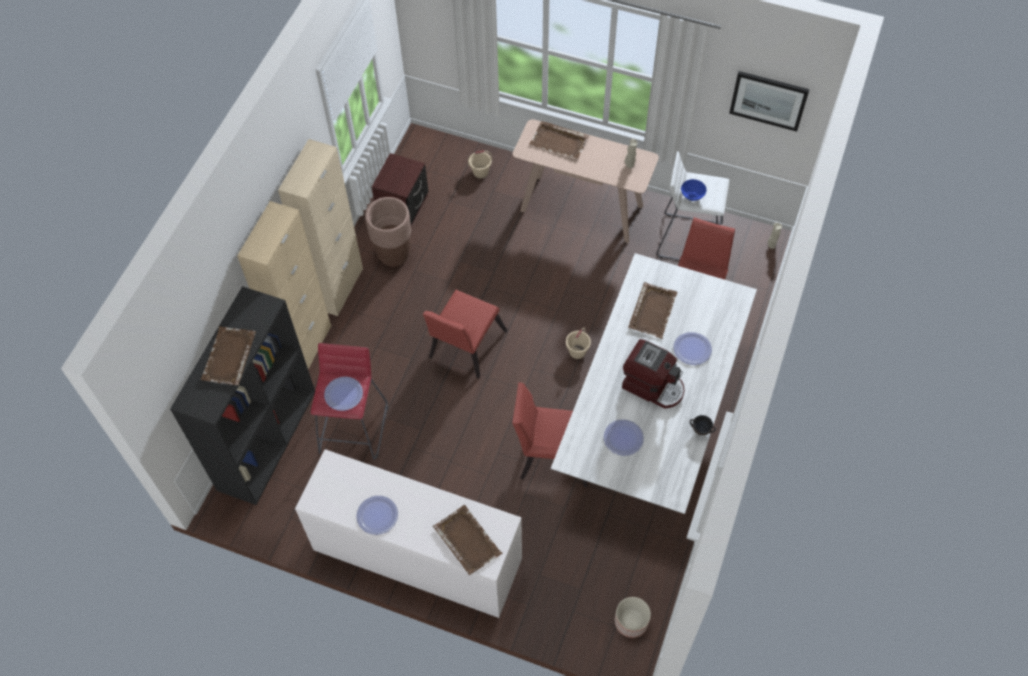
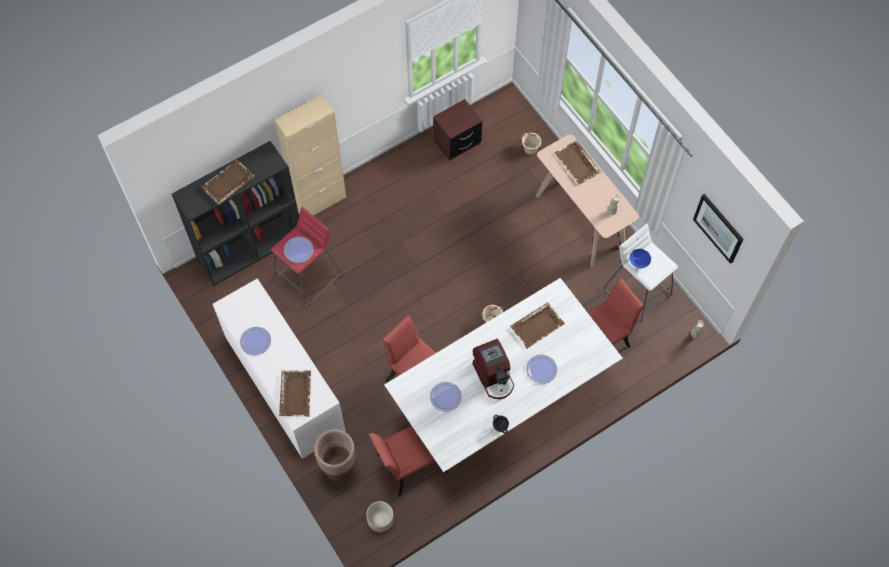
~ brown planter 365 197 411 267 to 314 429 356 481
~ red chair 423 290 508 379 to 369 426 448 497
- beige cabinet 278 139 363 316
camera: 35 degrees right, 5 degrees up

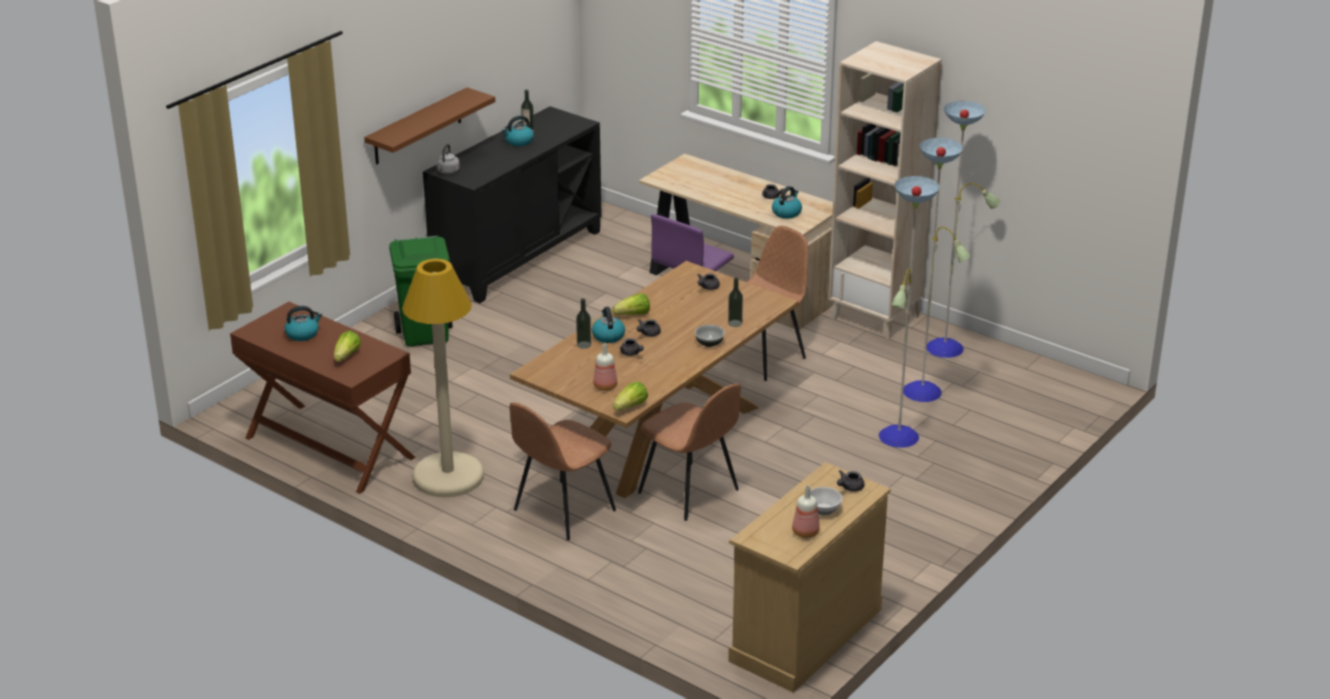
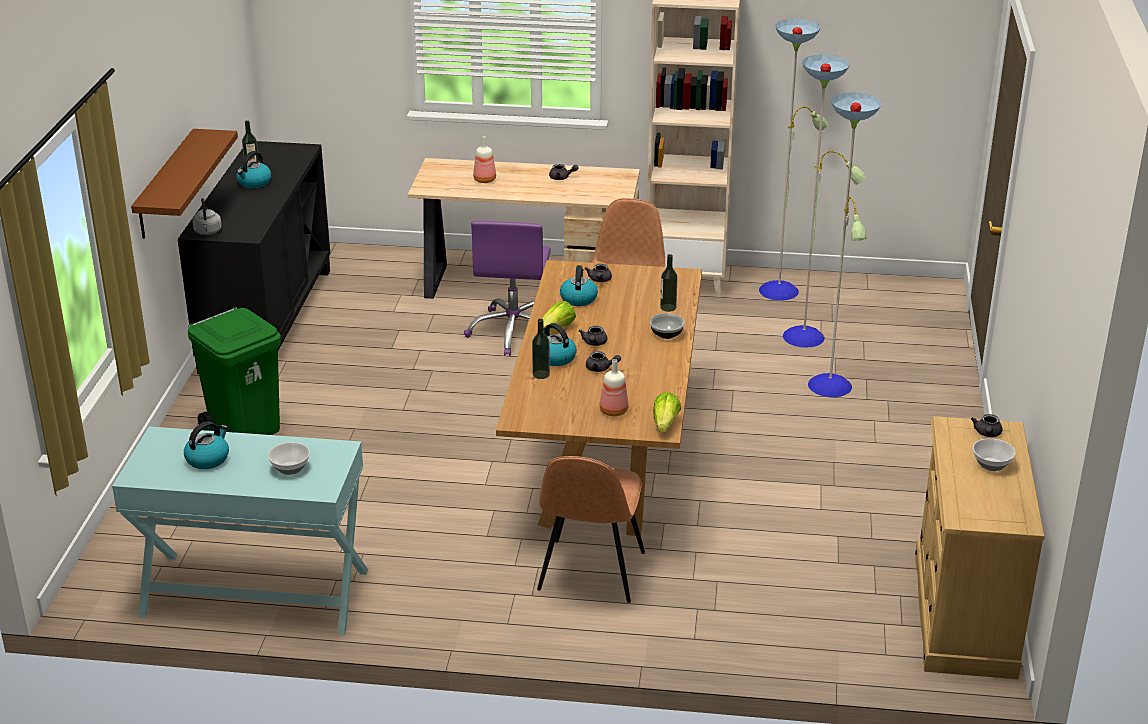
~ brown console table 230 302 416 494 to turquoise console table 112 426 368 635
~ lettuce 334 331 361 362 to bowl 268 442 310 475
~ bottle 792 485 820 538 to 473 136 496 183
~ kettle 772 186 802 219 to 560 265 598 306
- beige floor lamp 402 259 484 497
- brown chair 638 383 741 521
camera: 30 degrees left, 0 degrees up

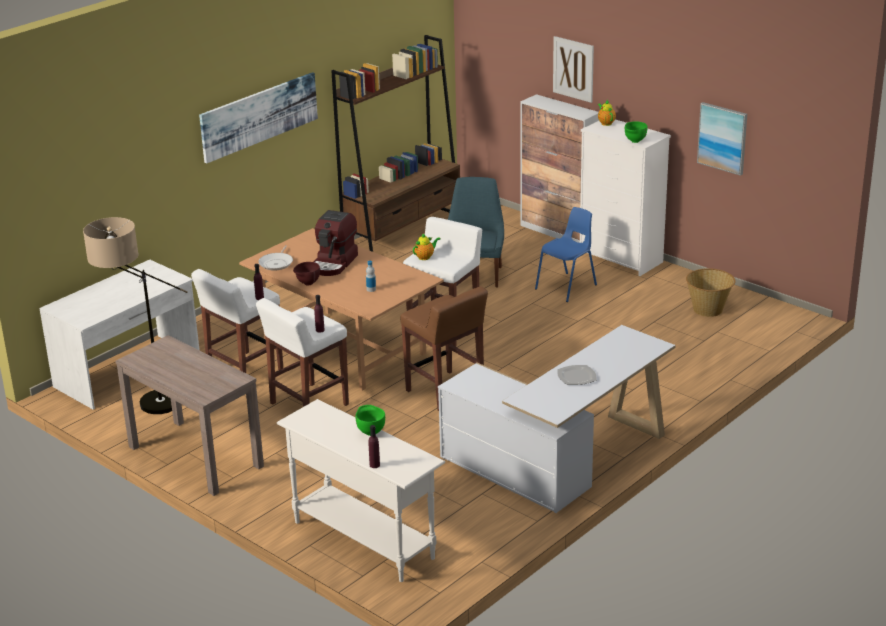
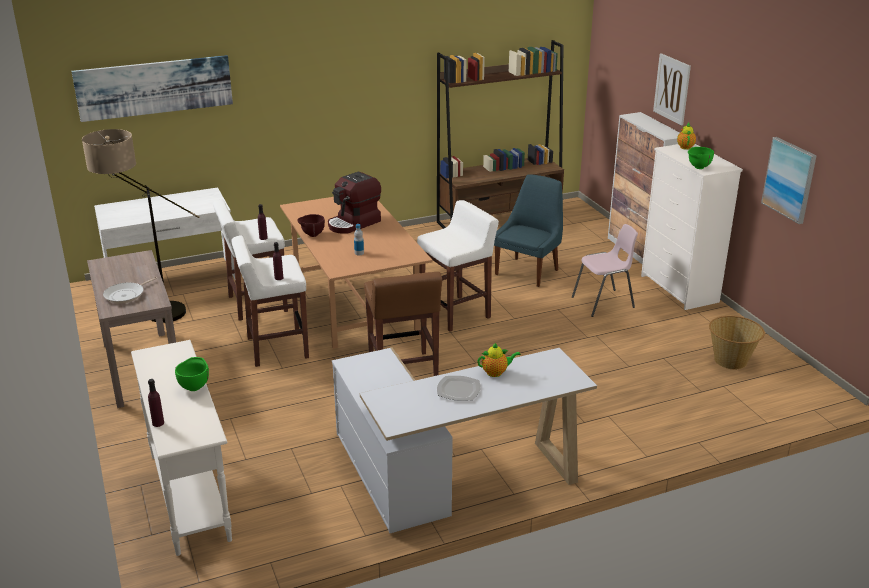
~ picture 199 72 318 163 to 71 55 233 122
~ frying pan 258 245 293 271 to 103 277 157 303
~ teapot 413 233 441 260 to 477 342 521 377
~ blue chair 535 207 597 302 to pink chair 572 224 638 317
camera: 25 degrees right, 0 degrees up

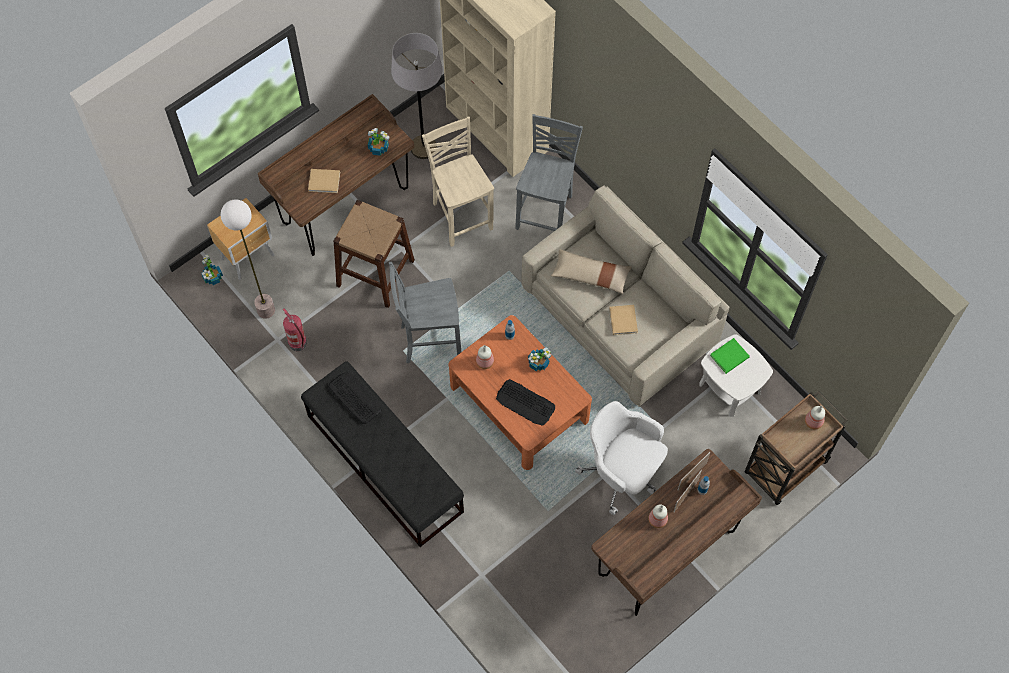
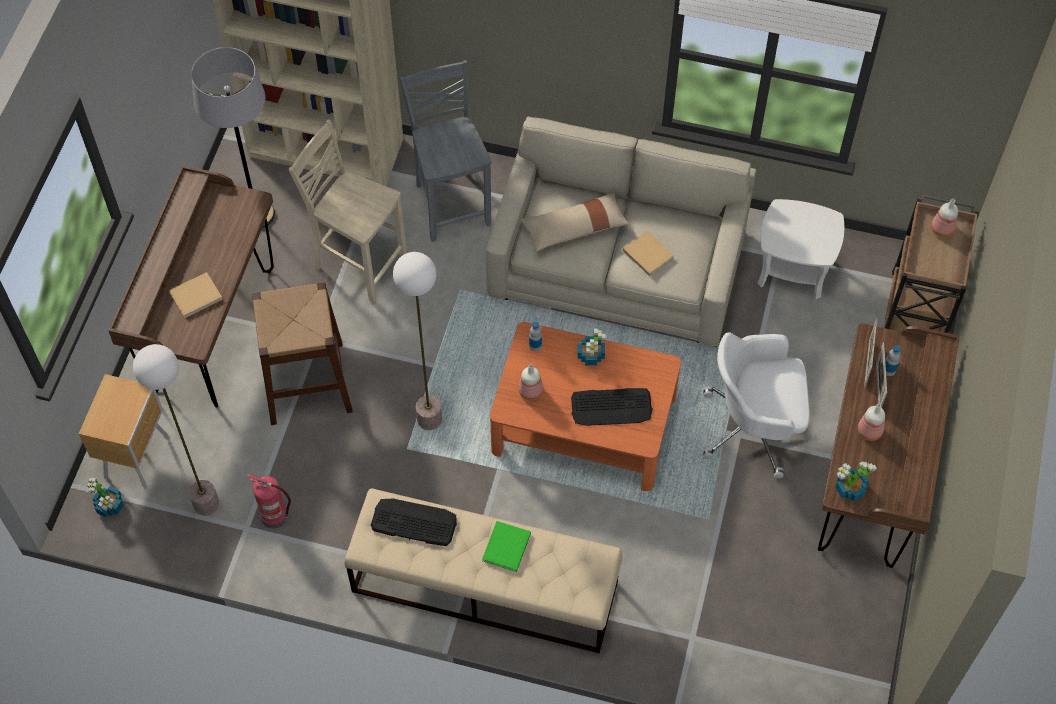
~ black bench 301 361 464 547 to beige bench 344 488 623 654
~ grey chair 389 262 461 363 to floor lamp 393 252 442 430
~ green book 710 338 750 374 to 482 521 531 572
~ potted plant 368 128 389 156 to 835 461 877 501
camera: 35 degrees left, 5 degrees down

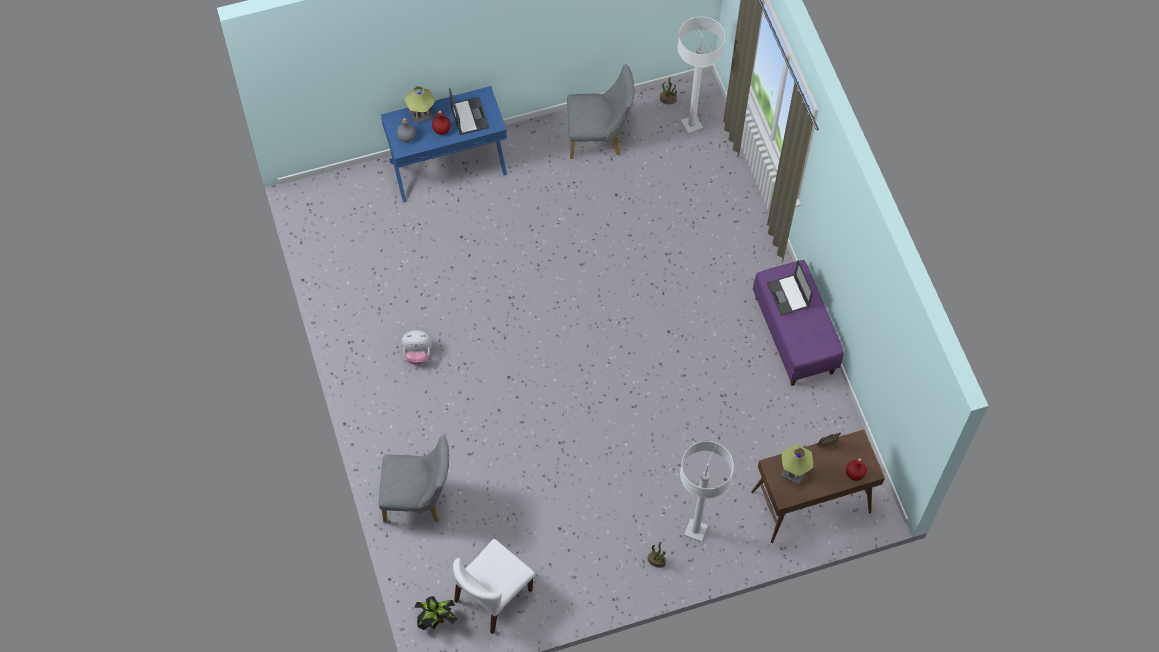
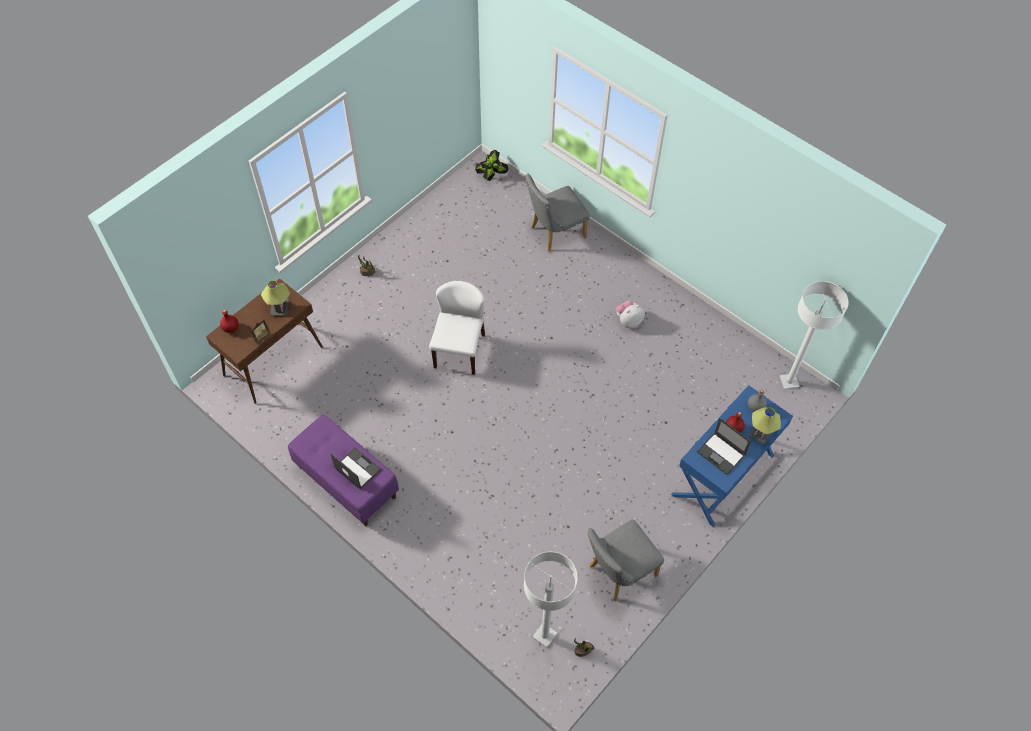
~ white chair 453 539 535 634 to 429 281 485 375
~ white floor lamp 680 441 734 542 to 780 281 849 389
camera: 150 degrees right, 5 degrees down

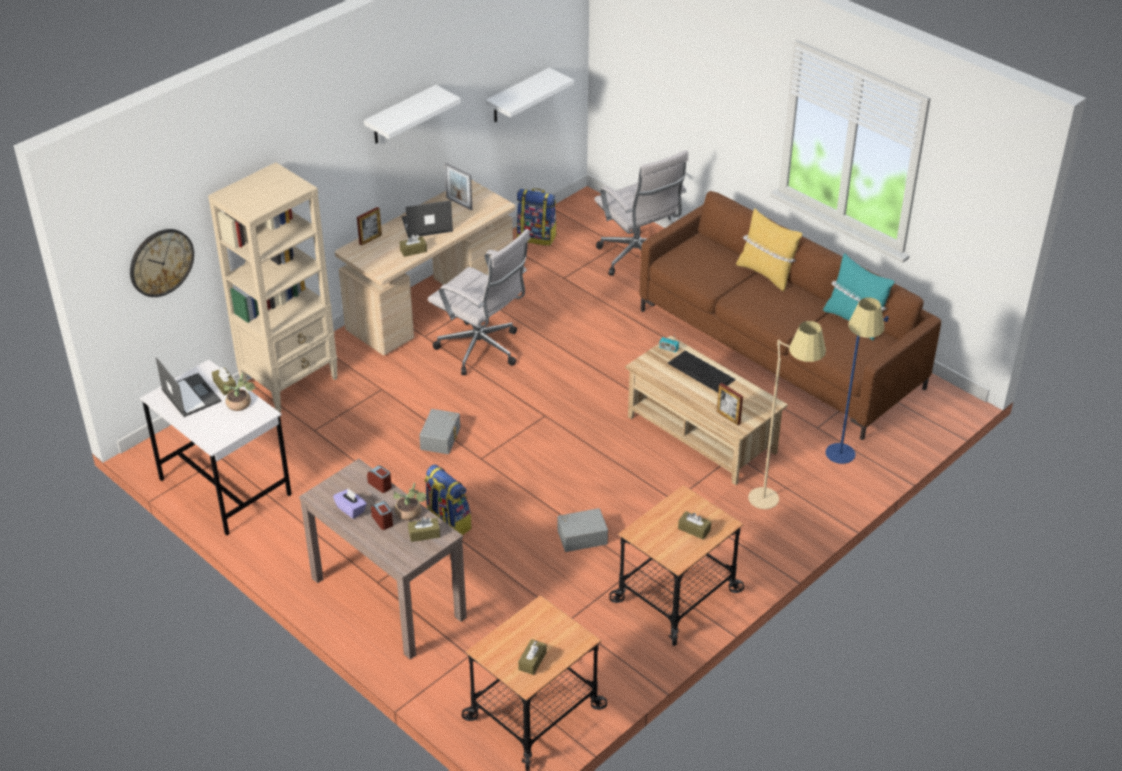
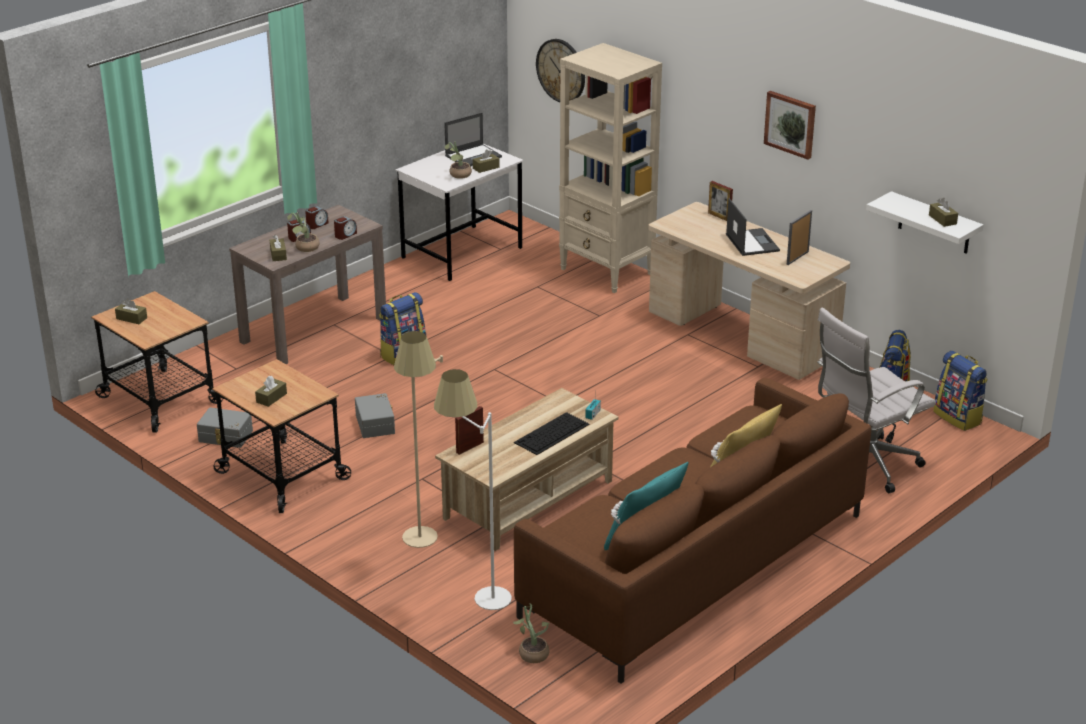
~ grey storage box 419 409 460 454 to 197 407 253 448
~ purple tissue box 333 488 367 519 to alarm clock 305 206 328 229
~ blue floor lamp 825 297 888 464 to white floor lamp 434 369 512 610
+ potted plant 513 603 550 663
~ white shelf 364 85 461 144 to picture 764 91 816 160
~ brown tissue box 400 234 427 257 to 929 198 958 227
+ backpack 933 351 988 431
- white office chair 428 229 530 375
camera: 90 degrees right, 10 degrees down

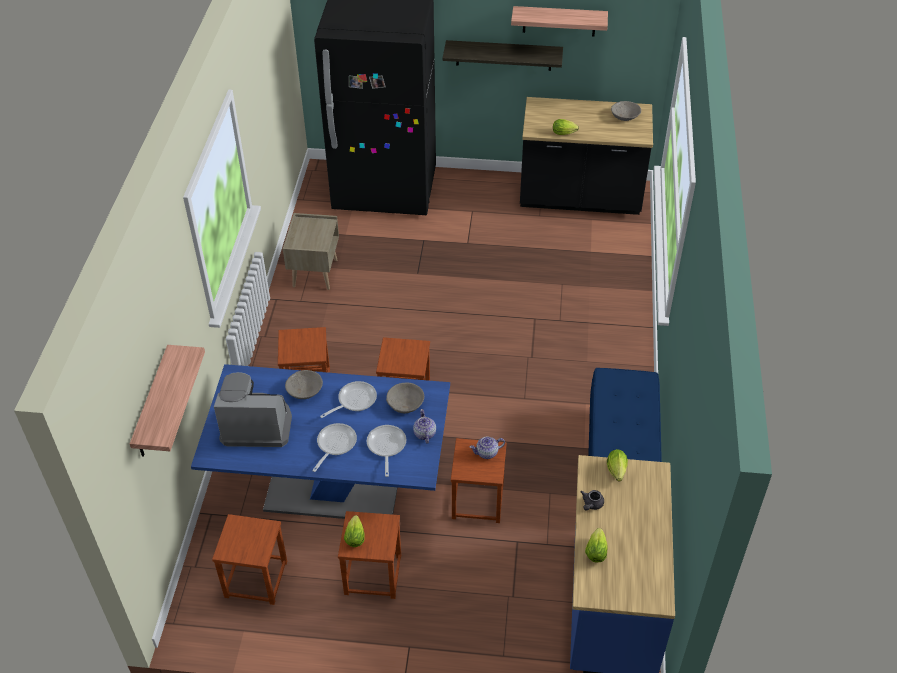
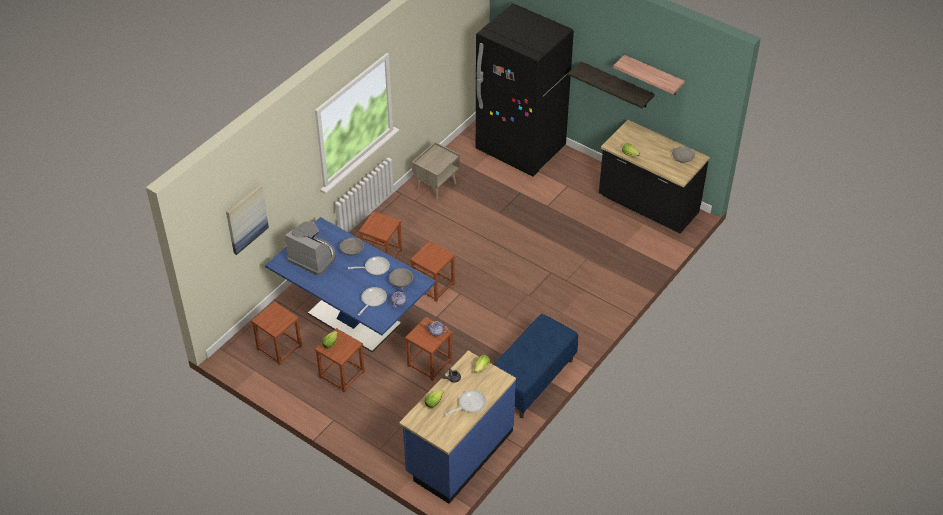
~ shelf 130 345 205 457 to picture 226 184 269 255
~ frying pan 312 423 357 472 to 445 390 486 416
camera: 30 degrees right, 0 degrees up

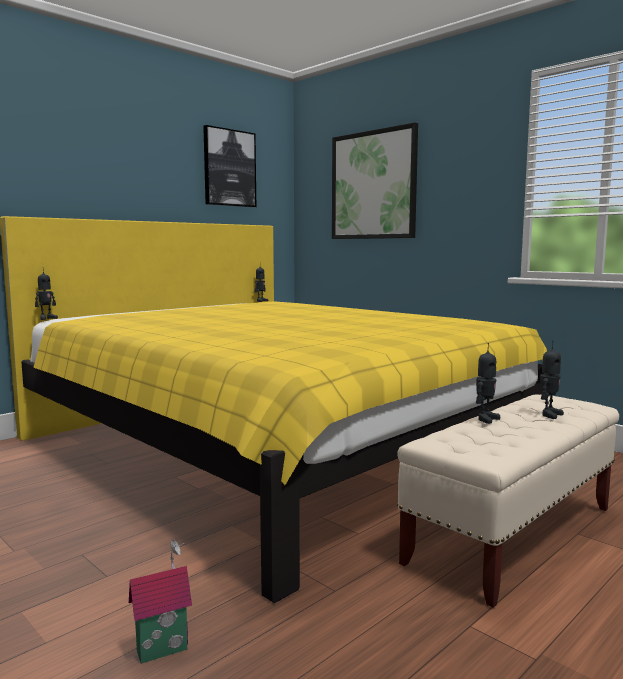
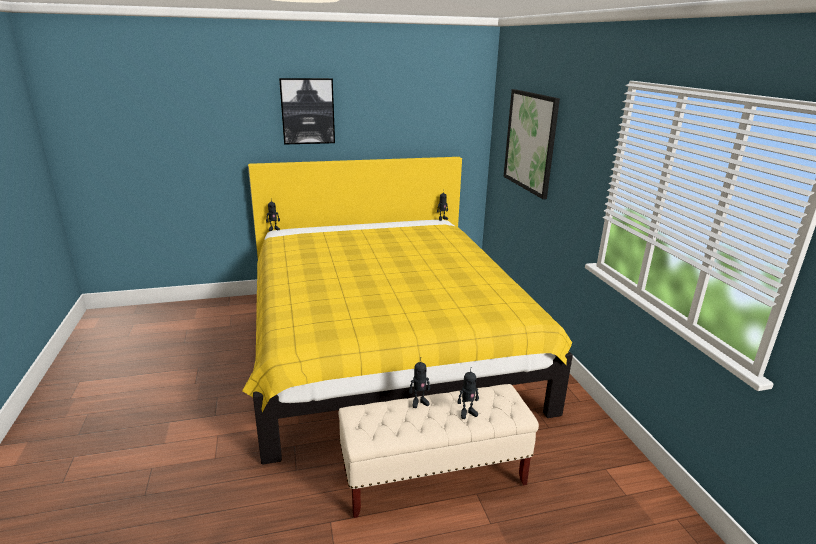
~ picture 203 125 256 207 to 279 78 335 145
- toy house 129 539 192 664
camera: 30 degrees right, 15 degrees up

